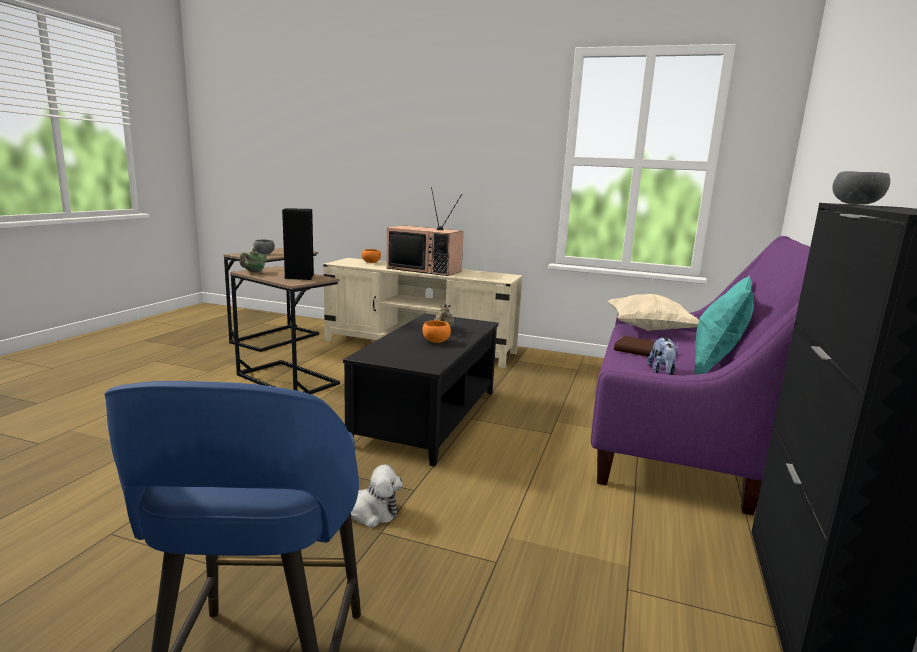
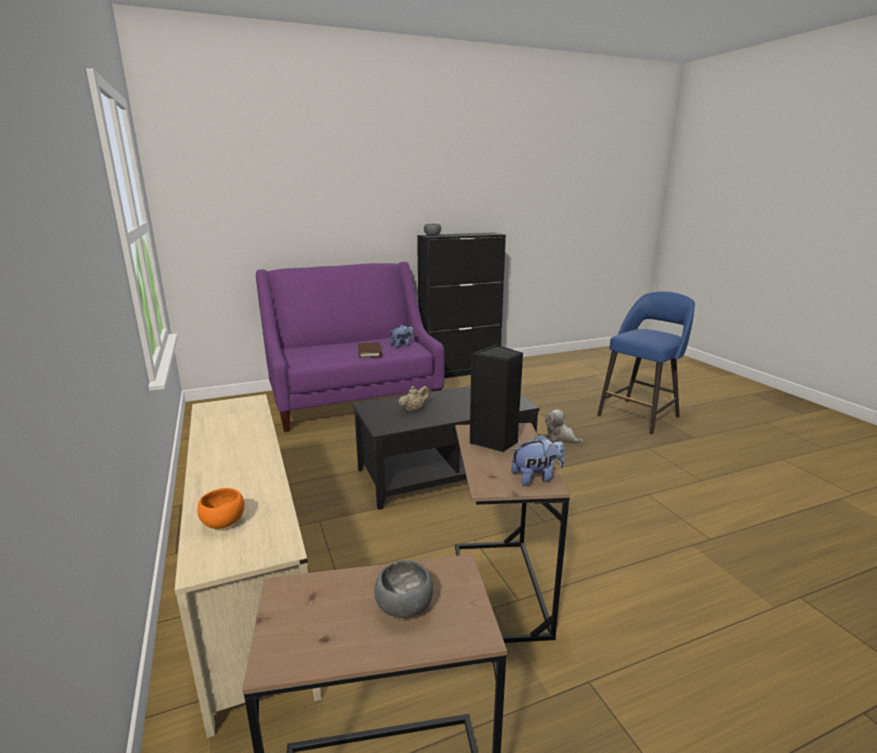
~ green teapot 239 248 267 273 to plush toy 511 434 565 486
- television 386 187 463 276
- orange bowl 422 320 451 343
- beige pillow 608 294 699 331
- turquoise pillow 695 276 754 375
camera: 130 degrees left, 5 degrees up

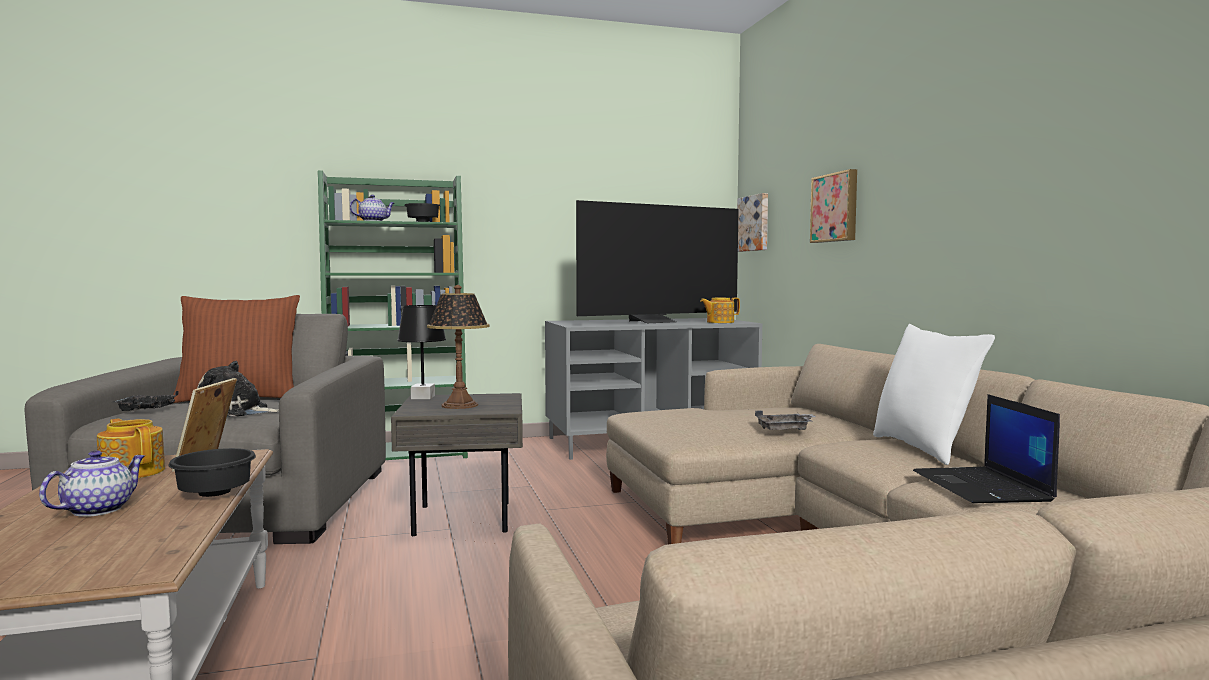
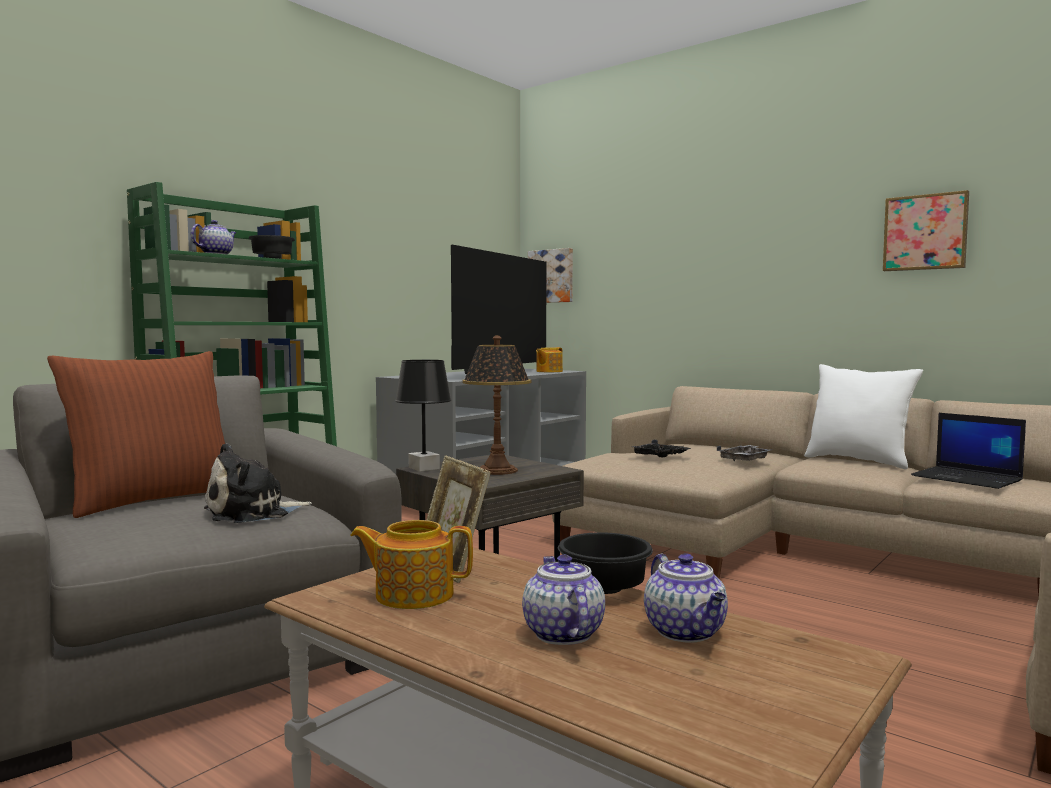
~ black tray 113 391 179 411 to 632 439 691 458
+ teapot 644 553 728 643
~ picture 810 169 857 243 to 883 190 969 271
camera: 35 degrees left, 0 degrees up

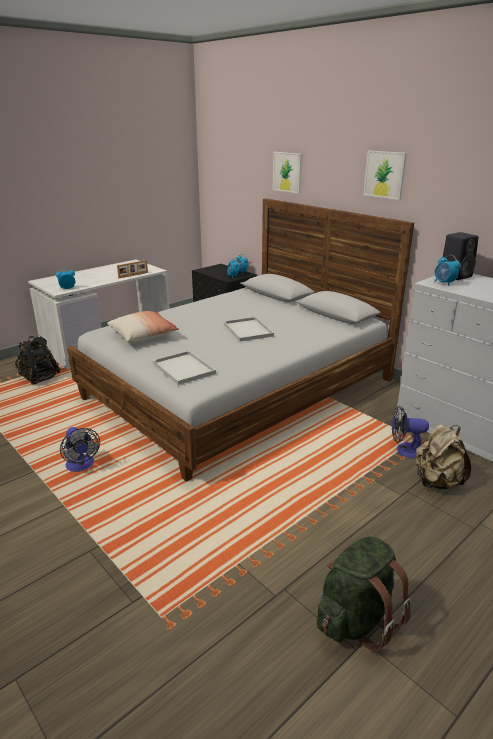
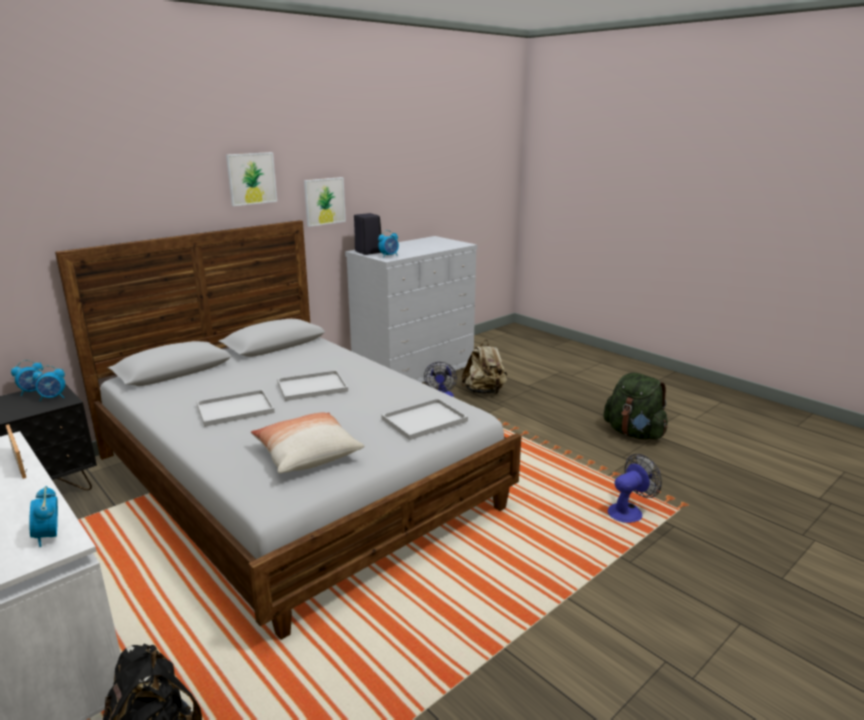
+ white tray 197 389 275 427
~ picture 273 152 302 194 to 304 177 346 227
~ fan 60 427 100 472 to 608 454 662 523
camera: 90 degrees left, 5 degrees down

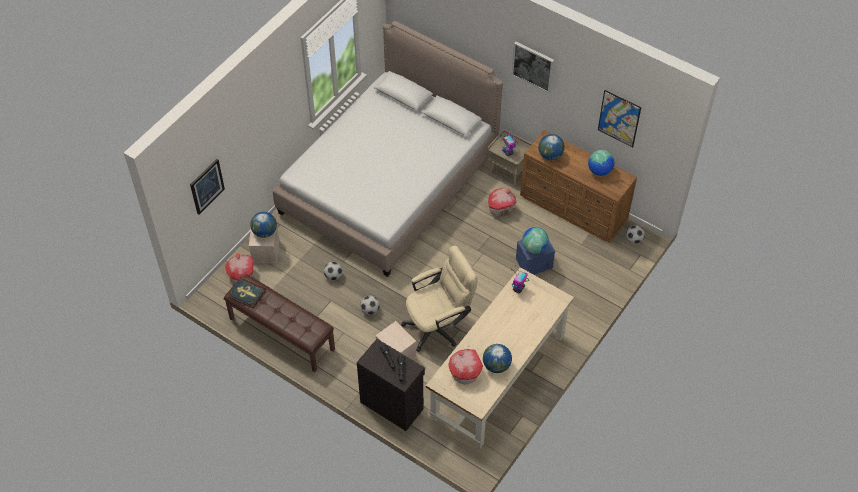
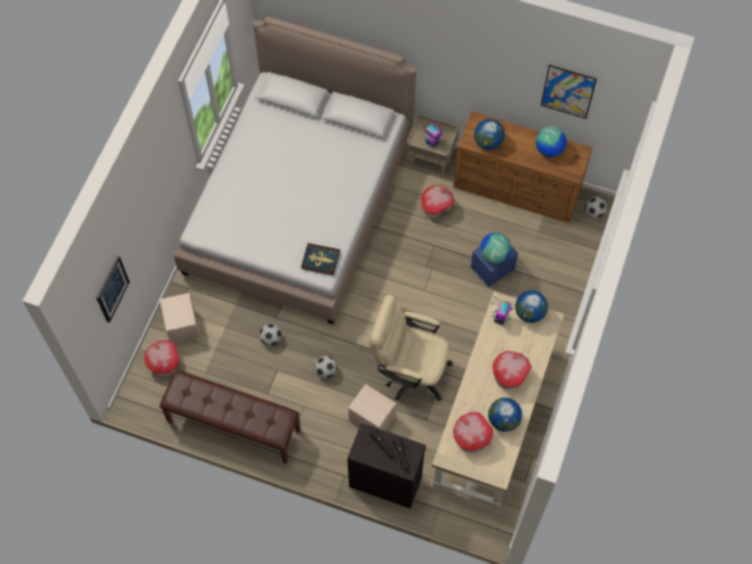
~ book 228 277 266 308 to 301 243 340 276
~ beige office chair 401 246 478 352 = 369 294 453 401 120 degrees counterclockwise
+ toy house 492 351 532 390
~ globe 250 212 277 238 to 515 290 548 323
- picture 512 42 554 93
camera: 15 degrees left, 10 degrees up

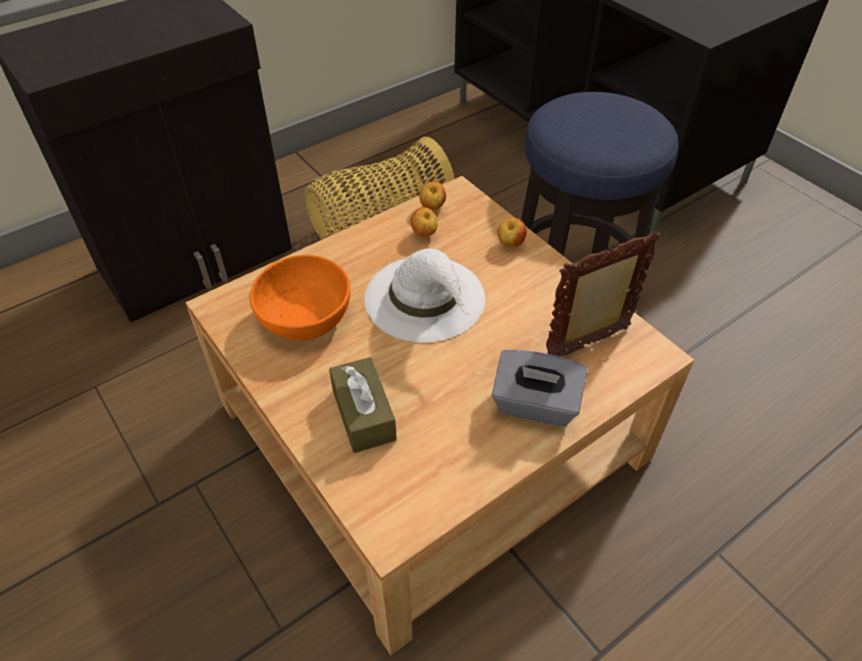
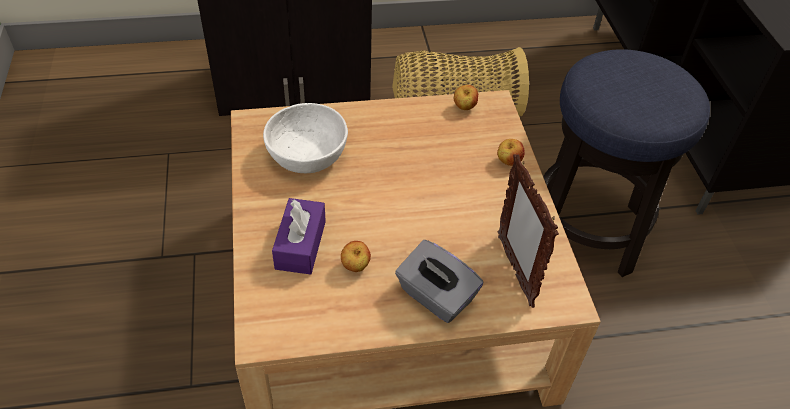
~ orange bowl 249 255 350 340 to white bowl 263 103 348 173
~ brown tissue box 329 357 397 453 to purple tissue box 272 198 326 275
~ apple 411 207 438 237 to 341 241 371 272
~ picture frame 546 231 661 357 = 498 154 559 308 105 degrees counterclockwise
- white hat 364 248 485 342
camera: 25 degrees right, 0 degrees up

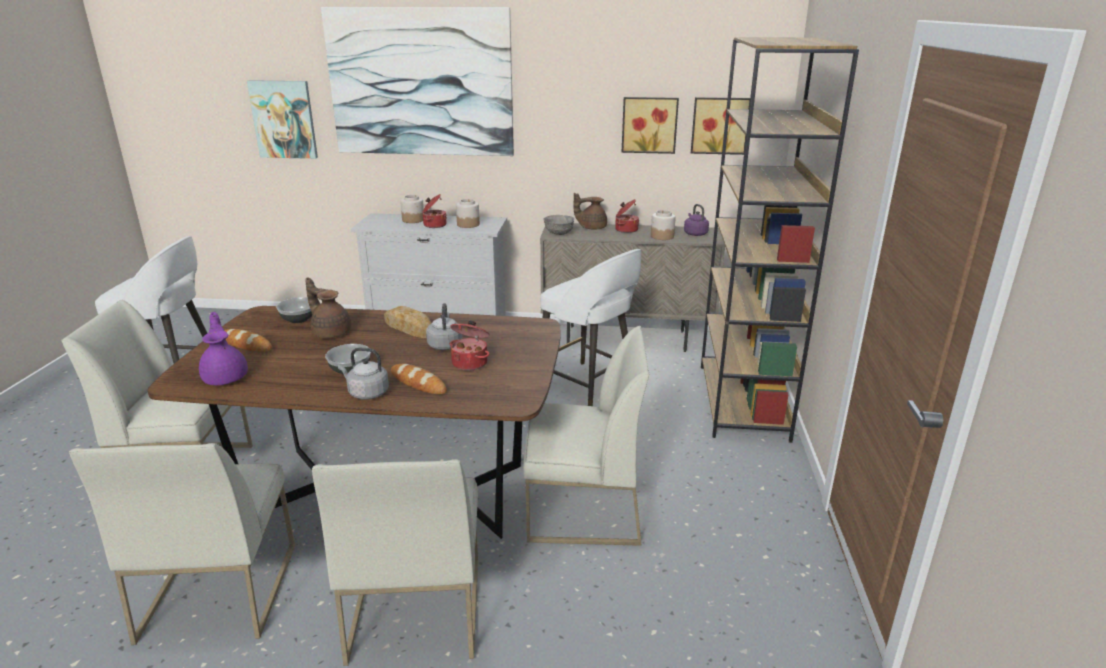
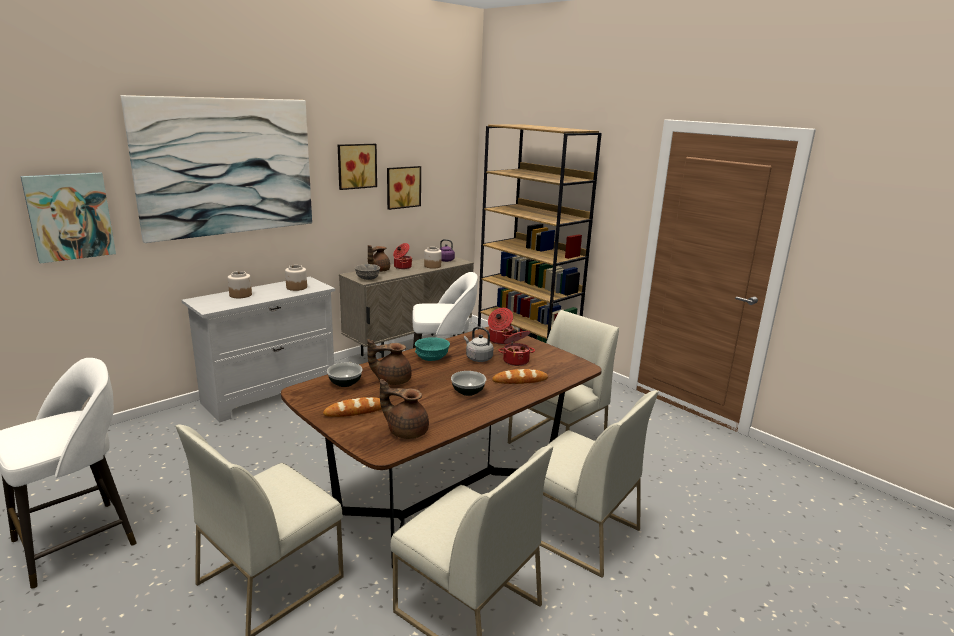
~ picture 691 97 750 155 to 338 144 377 190
~ purple teapot 199 312 248 385 to brown teapot 380 379 429 439
~ bread 384 306 431 338 to turquoise bowl 415 337 450 361
~ cooking pot 423 194 447 228 to 488 308 514 344
- grey kettle 338 348 389 400
camera: 50 degrees left, 5 degrees down

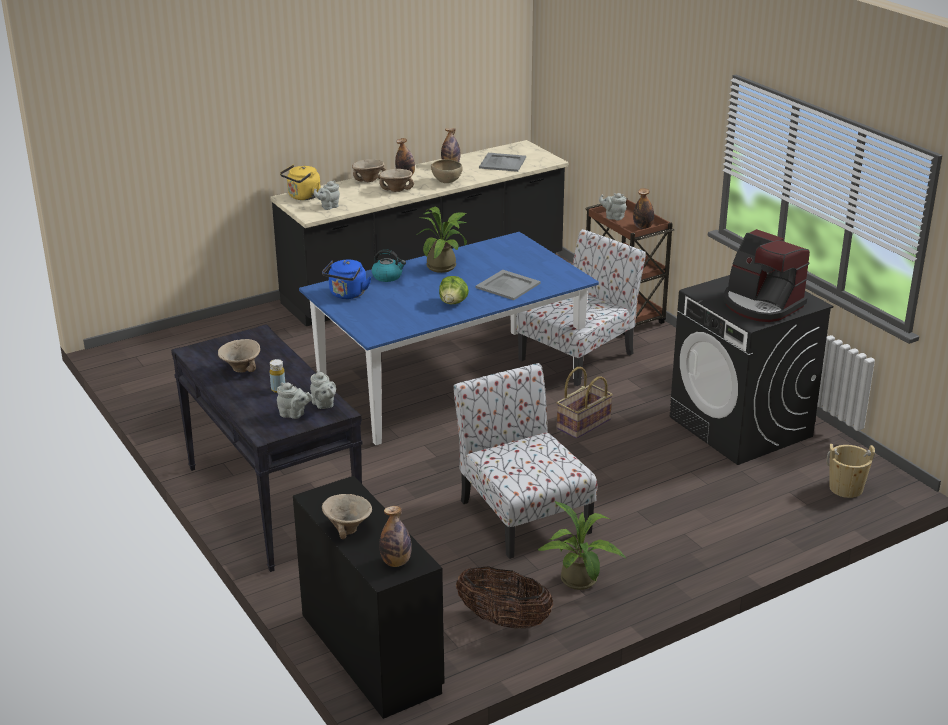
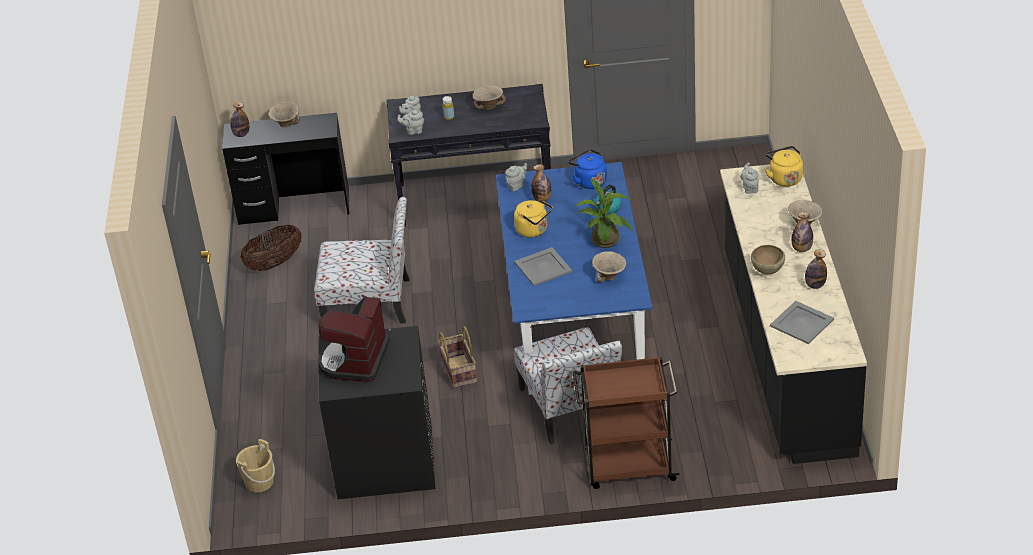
~ coffee machine 724 229 810 322 = 318 296 390 382 60 degrees counterclockwise
~ grey teapot 599 193 627 221 to 505 163 527 191
~ lettuce 439 276 469 304 to yellow kettle 514 199 553 237
~ bottle 633 188 654 229 to 531 164 552 202
~ beige bowl 379 169 414 192 to 592 251 626 283
- potted plant 537 500 626 590
camera: 120 degrees right, 10 degrees up

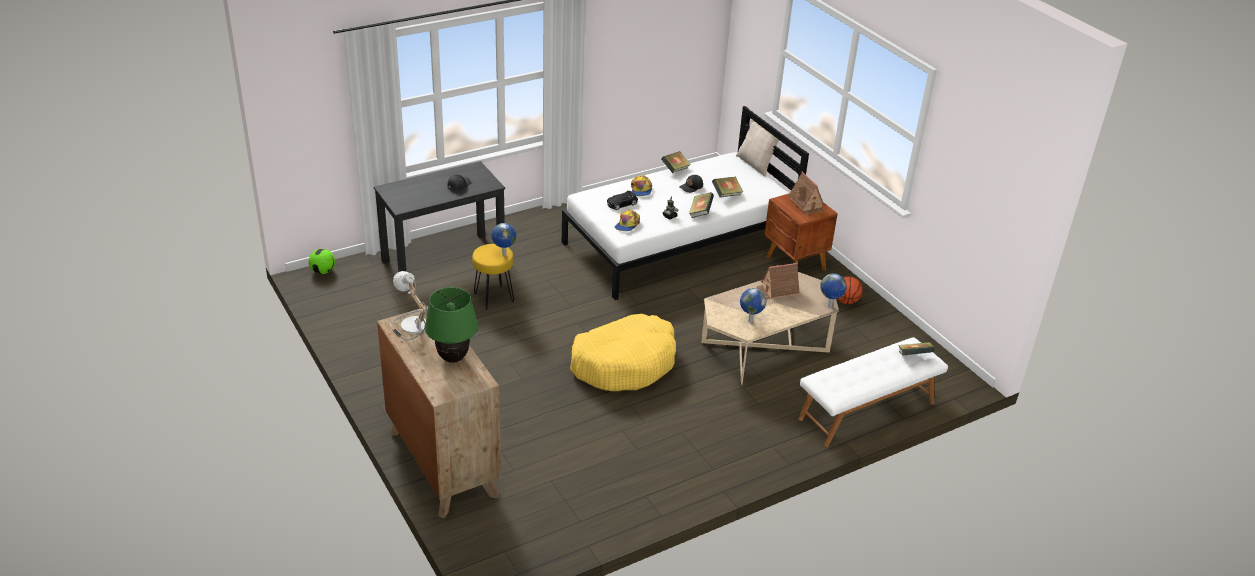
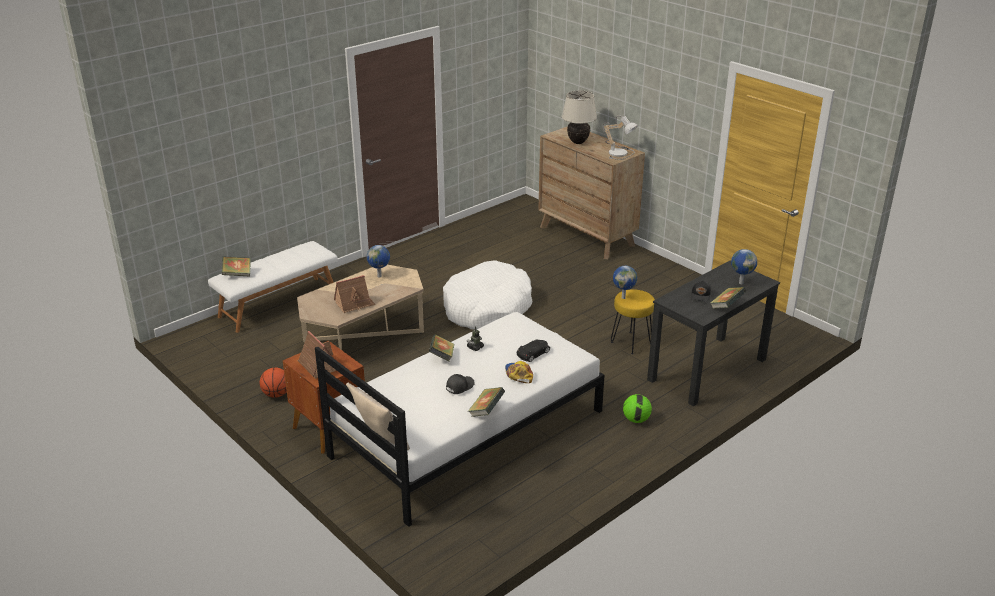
~ yellow dog bed 570 314 676 391 to white dog bed 443 260 532 330
~ green table lamp 425 287 478 363 to beige table lamp 562 90 597 144
~ football 309 249 335 274 to 623 394 652 423
~ book 712 177 743 197 to 710 287 746 309
~ globe 820 273 847 308 to 731 249 757 284
- cap 615 210 640 231
camera: 170 degrees right, 5 degrees down

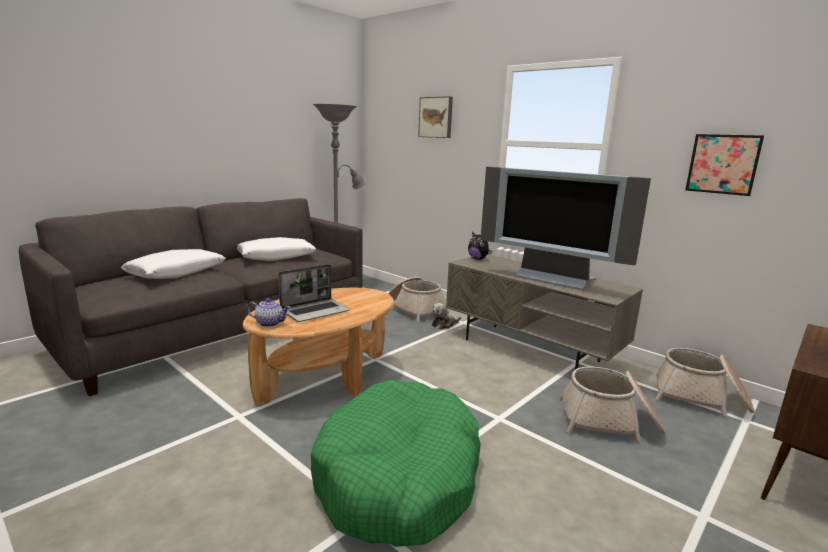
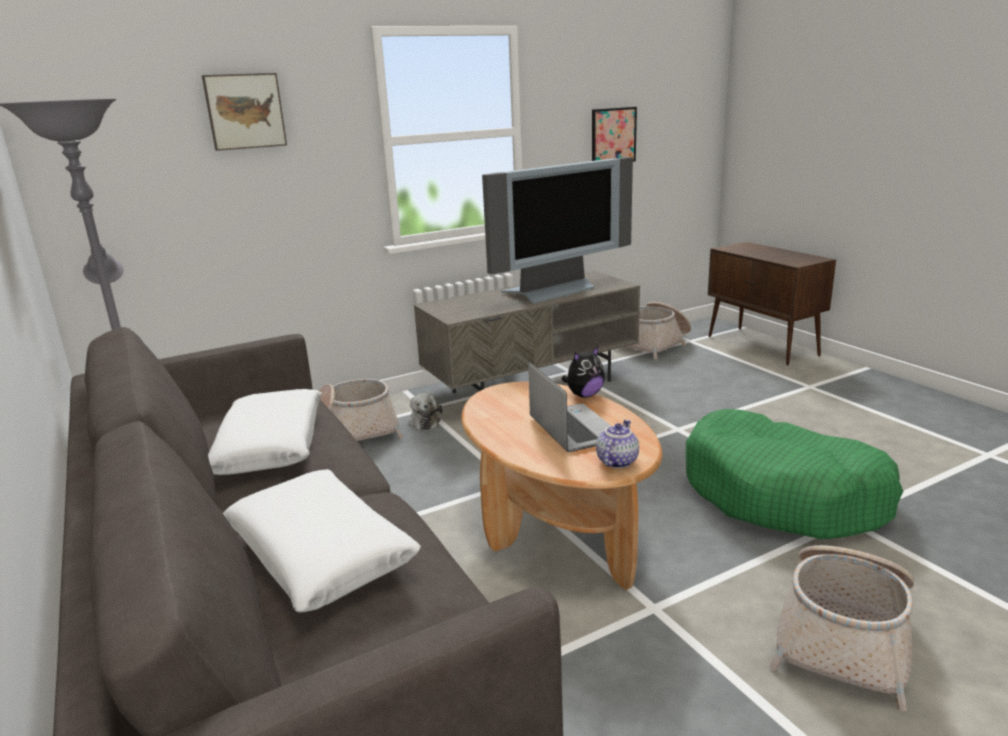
~ plush toy 468 232 492 260 to 561 347 605 398
~ basket 560 367 666 443 to 769 545 914 711
camera: 70 degrees left, 5 degrees up

